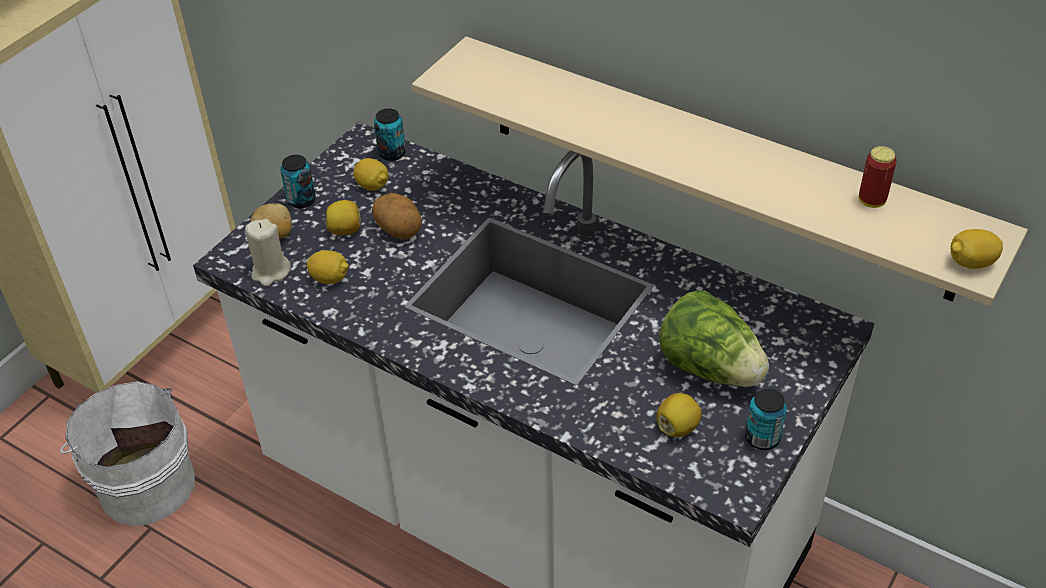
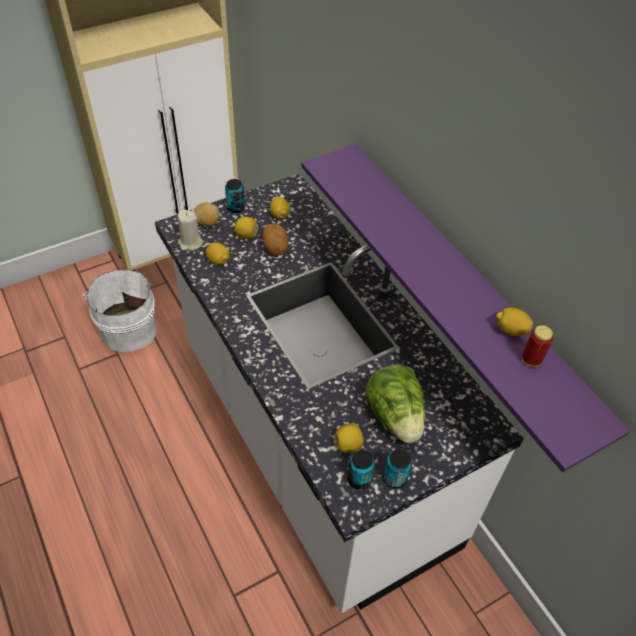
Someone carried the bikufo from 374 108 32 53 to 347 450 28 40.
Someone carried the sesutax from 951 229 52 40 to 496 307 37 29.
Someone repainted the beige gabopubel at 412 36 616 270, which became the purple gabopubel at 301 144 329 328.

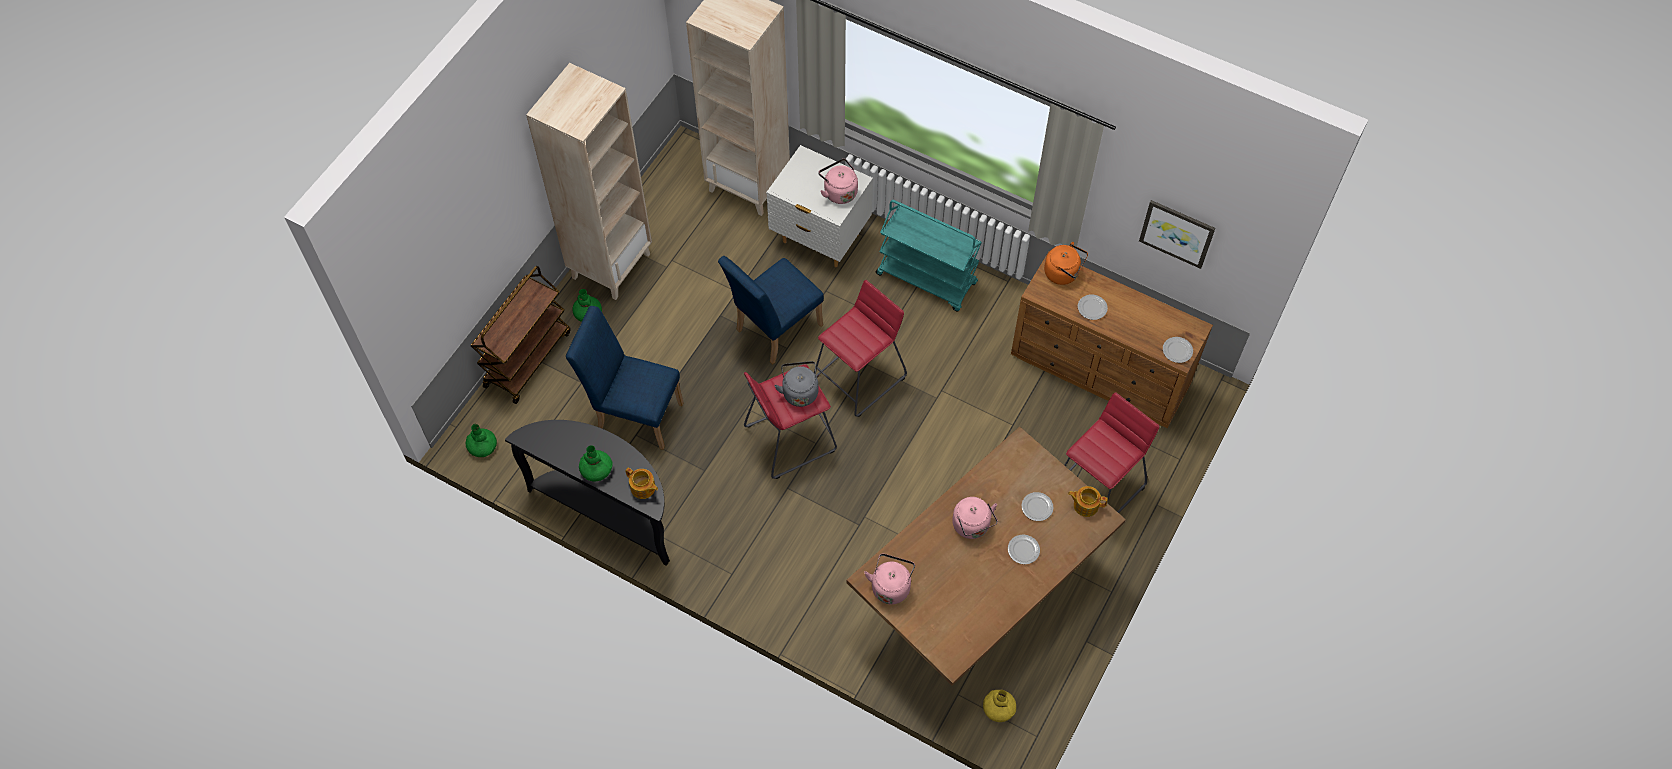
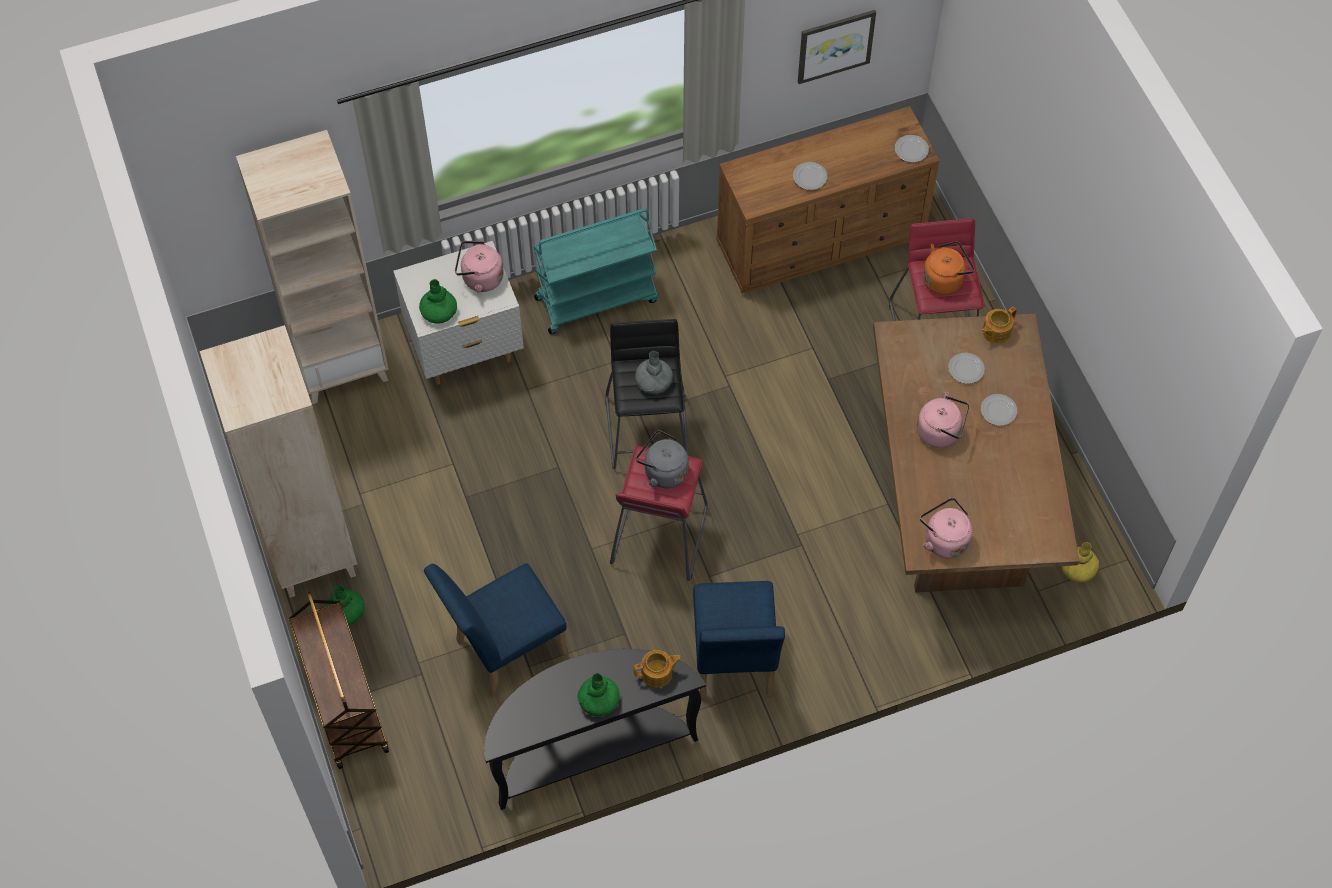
Someone put down the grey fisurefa at 635 351 38 43.
Someone carried the green fisurefa from 466 424 31 33 to 419 279 38 45.
Someone carried the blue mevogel from 718 256 106 108 to 693 581 92 118.
Someone carried the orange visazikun from 1044 242 44 43 to 923 241 52 54.
Someone repainted the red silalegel at 814 280 93 137, which became the black silalegel at 605 319 84 150.

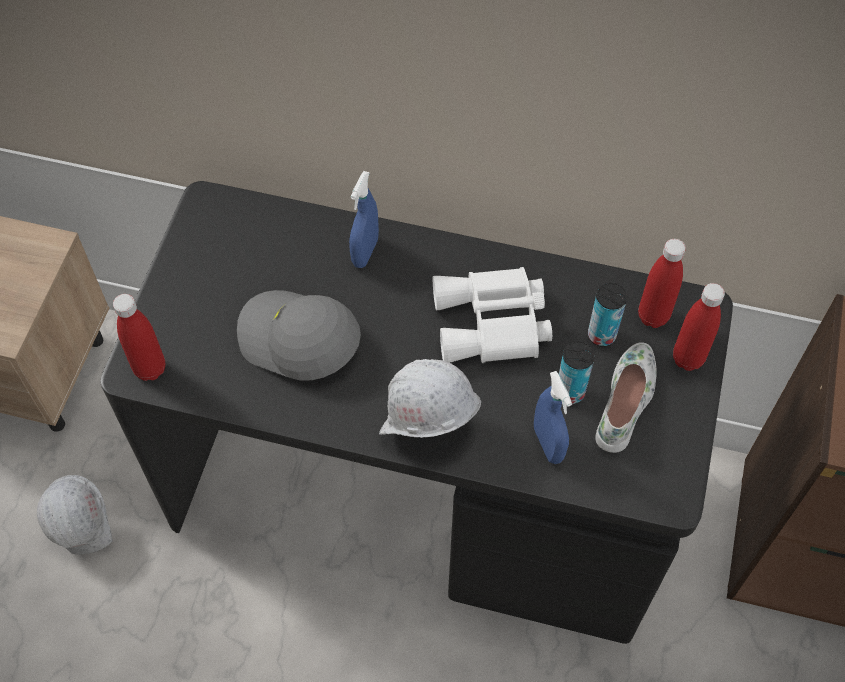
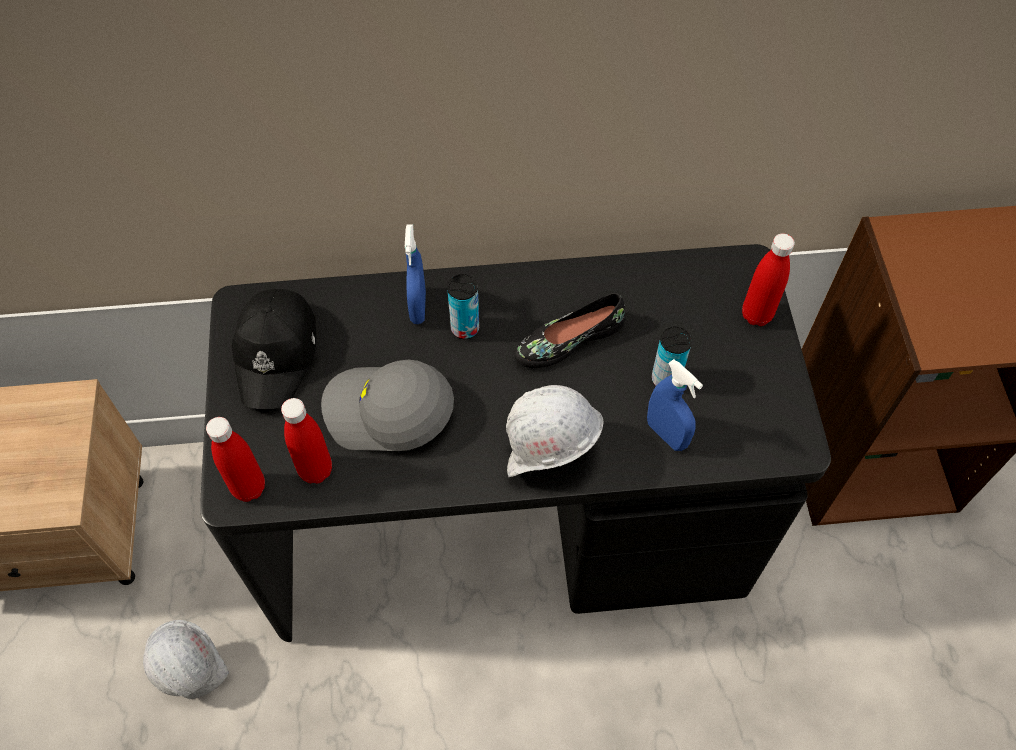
Someone took away the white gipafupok at 595 342 62 111.
Someone put down the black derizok at 232 289 84 120.
Someone carried the bikufo from 588 283 39 64 to 447 274 32 65.
Someone carried the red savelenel from 638 239 48 89 to 281 398 51 85.
Someone swapped the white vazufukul at 433 267 119 96 for the black gipafupok at 514 293 112 75.

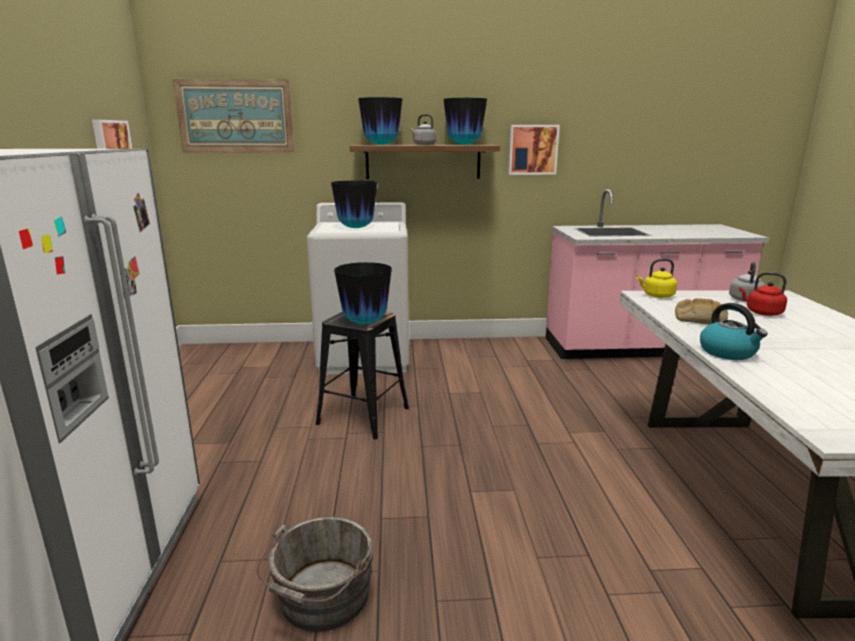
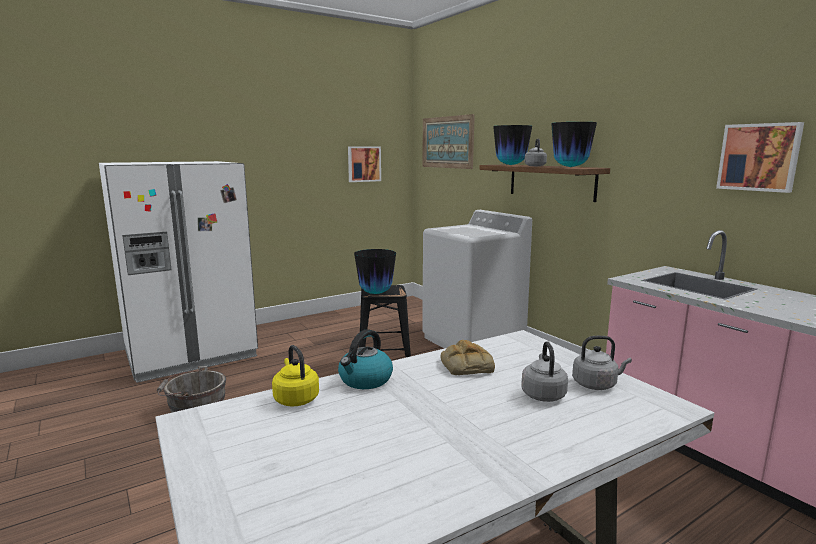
Someone took away the fisurefa at 331 180 46 48.
Someone carried the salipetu from 508 125 52 50 to 716 122 88 71.
Someone carried the yellow visazikun from 636 259 41 39 to 272 345 47 62.
Someone repainted the red visazikun at 739 272 48 44, which became the grey visazikun at 521 341 47 61.

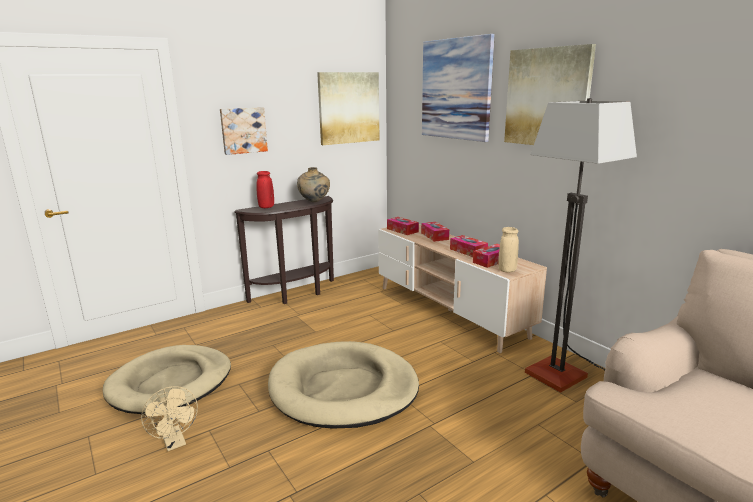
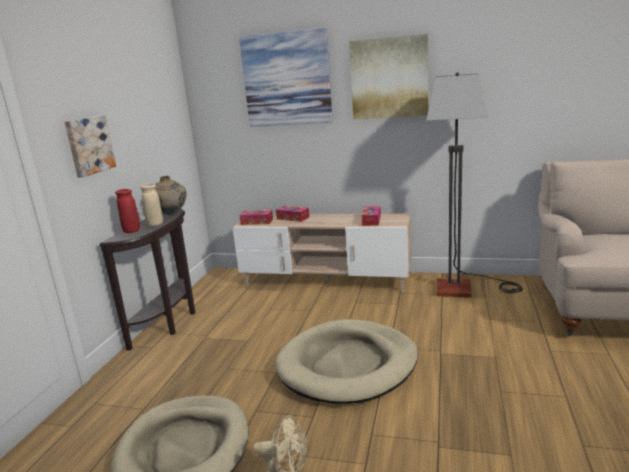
Someone took away the salipetu at 317 72 62 73.
Someone took away the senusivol at 450 235 38 22.
Someone carried the beige fisurefa from 498 227 21 46 to 140 184 23 42.

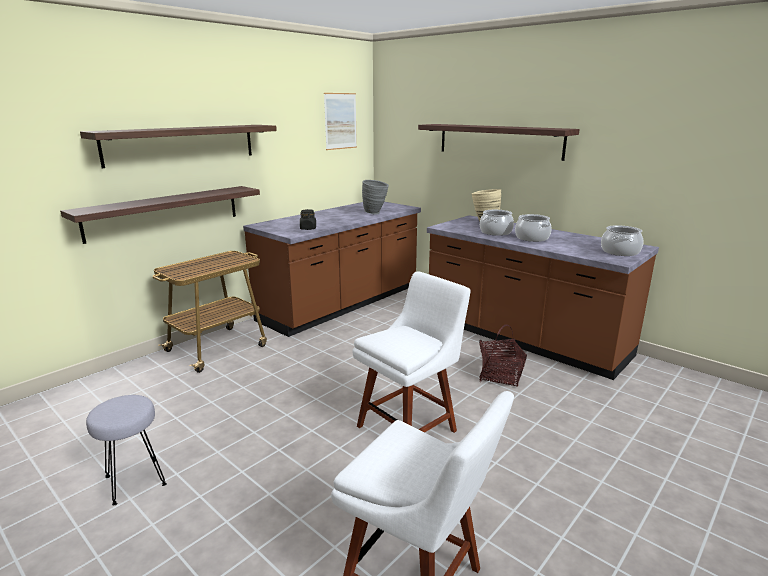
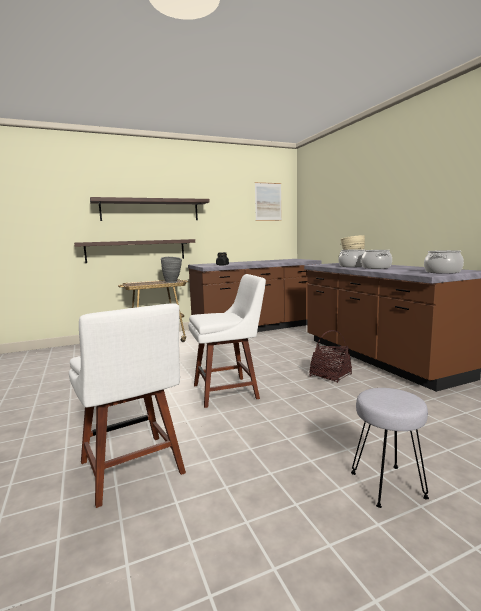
Someone took away the gabopubel at 418 124 162 37.
Someone carried the grey silalegel from 86 395 81 110 to 351 388 78 120.
Someone carried the grey fisurefa from 362 180 27 34 to 161 257 21 26.

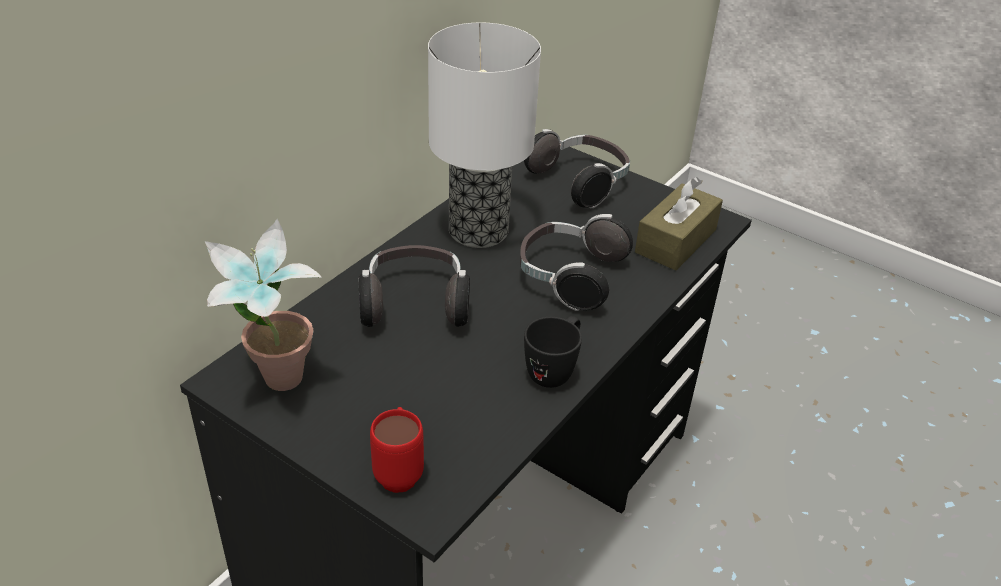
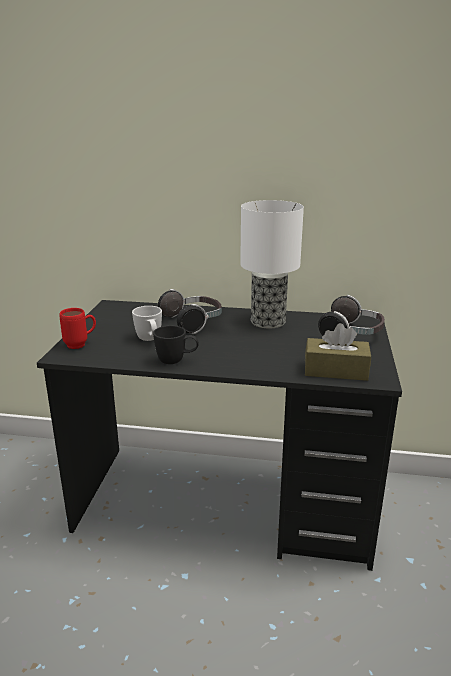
Someone took away the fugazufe at 205 219 117 172.
Someone took away the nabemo at 520 214 113 97.
Someone put down the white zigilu at 132 306 30 35.

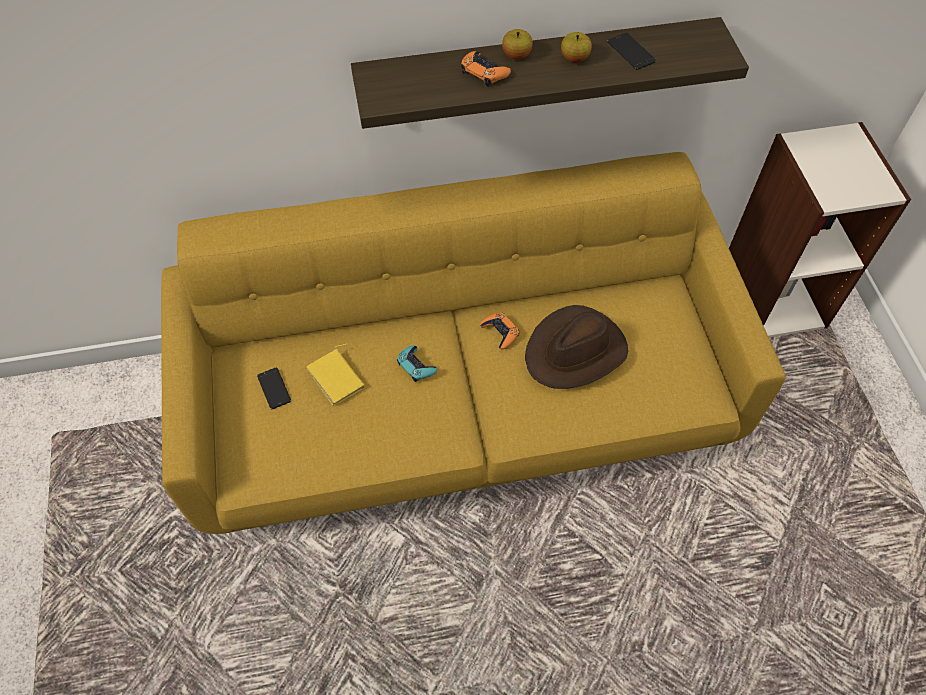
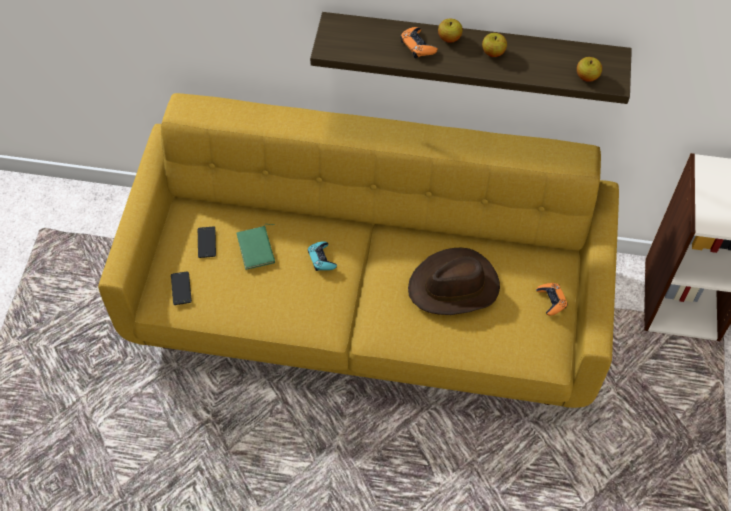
Someone put down the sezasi at 577 57 25 25.
Someone carried the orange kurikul from 480 312 39 37 to 536 283 32 33.
Someone carried the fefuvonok from 607 33 49 37 to 171 271 21 34.
Someone repainted the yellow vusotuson at 306 344 59 62, which became the green vusotuson at 236 224 39 46.

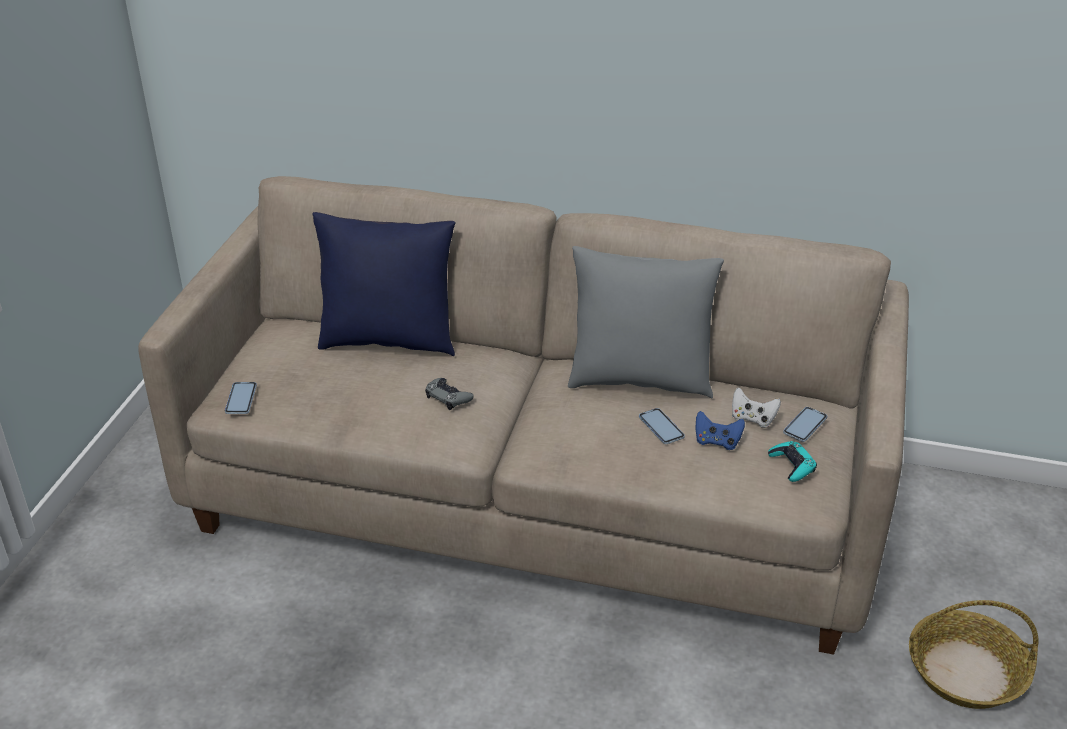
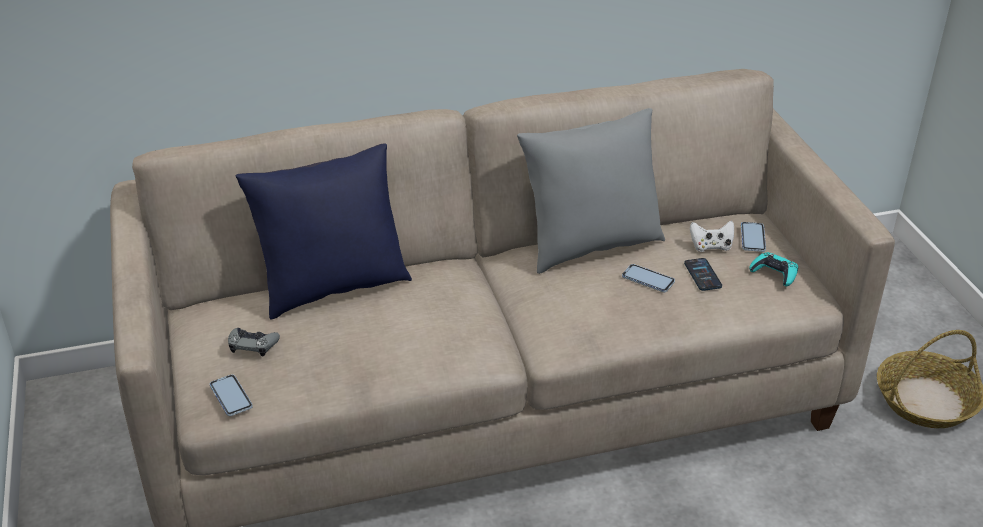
Someone carried the grey kurikul from 425 378 49 32 to 228 328 52 28.
Someone swapped the blue kurikul at 695 411 50 39 for the fefuvonok at 684 258 38 33.

